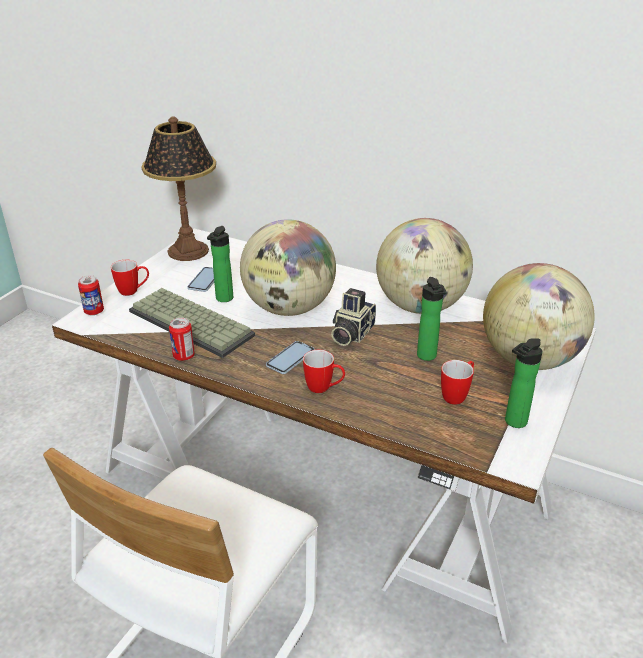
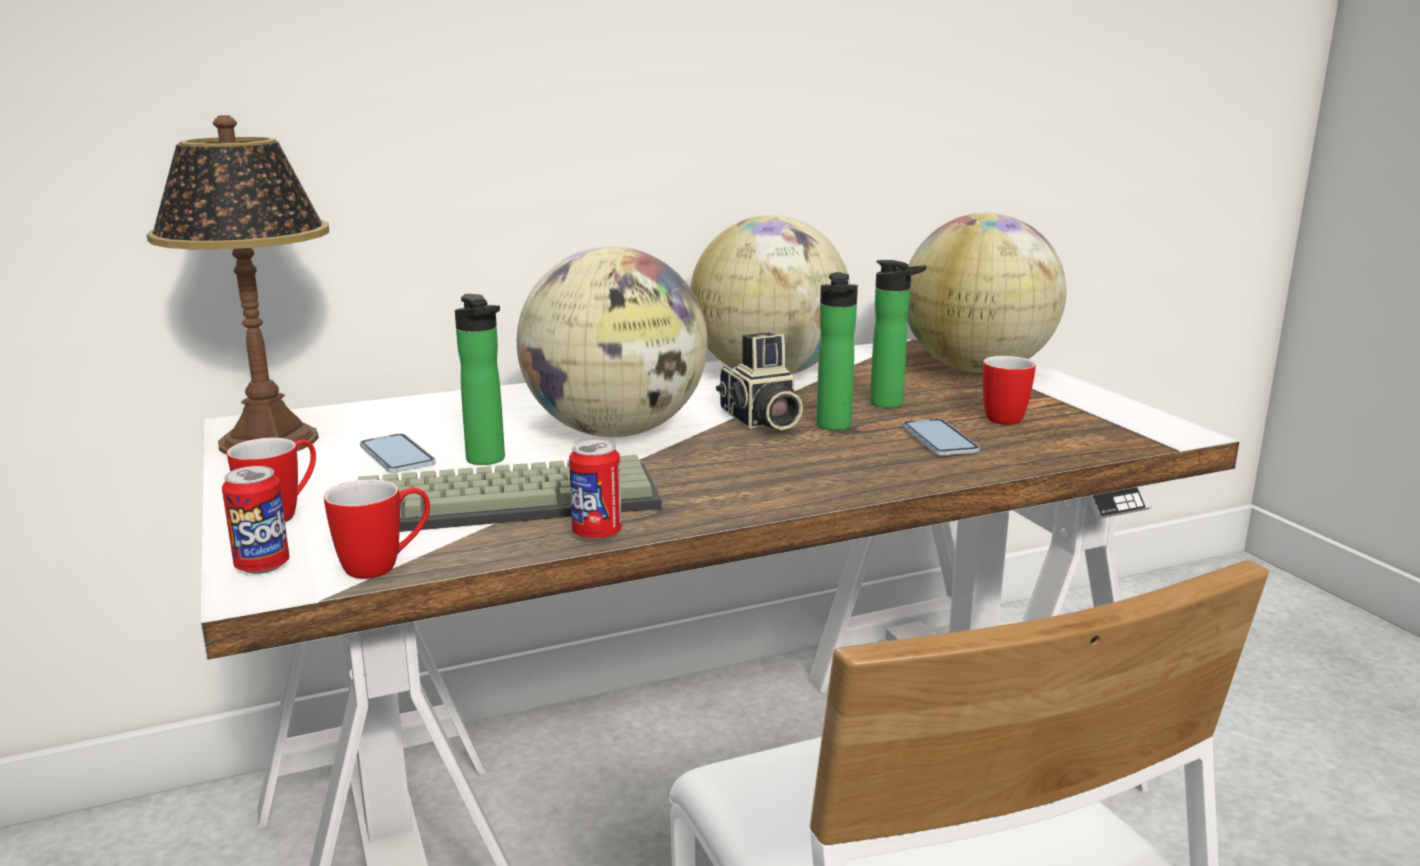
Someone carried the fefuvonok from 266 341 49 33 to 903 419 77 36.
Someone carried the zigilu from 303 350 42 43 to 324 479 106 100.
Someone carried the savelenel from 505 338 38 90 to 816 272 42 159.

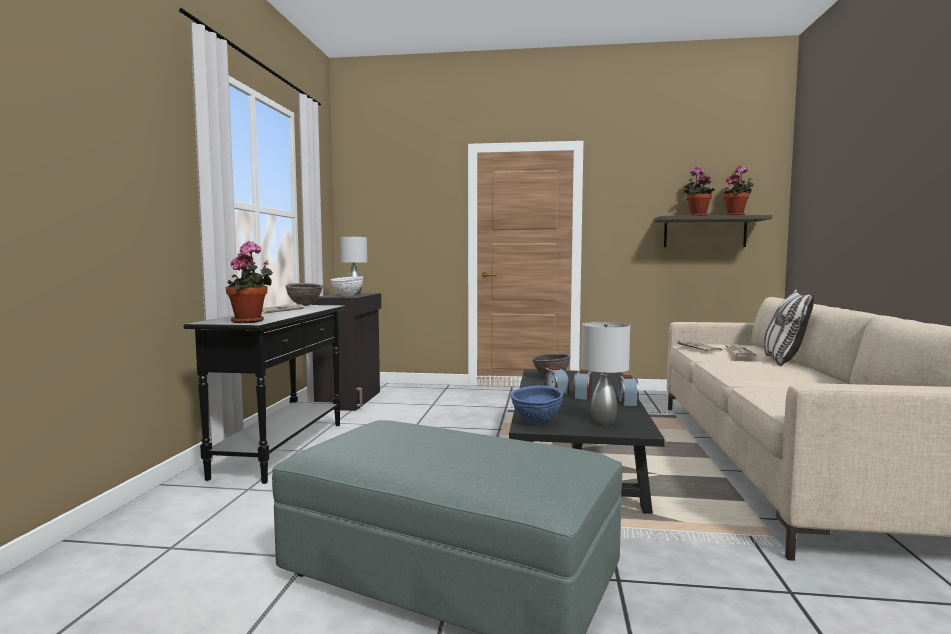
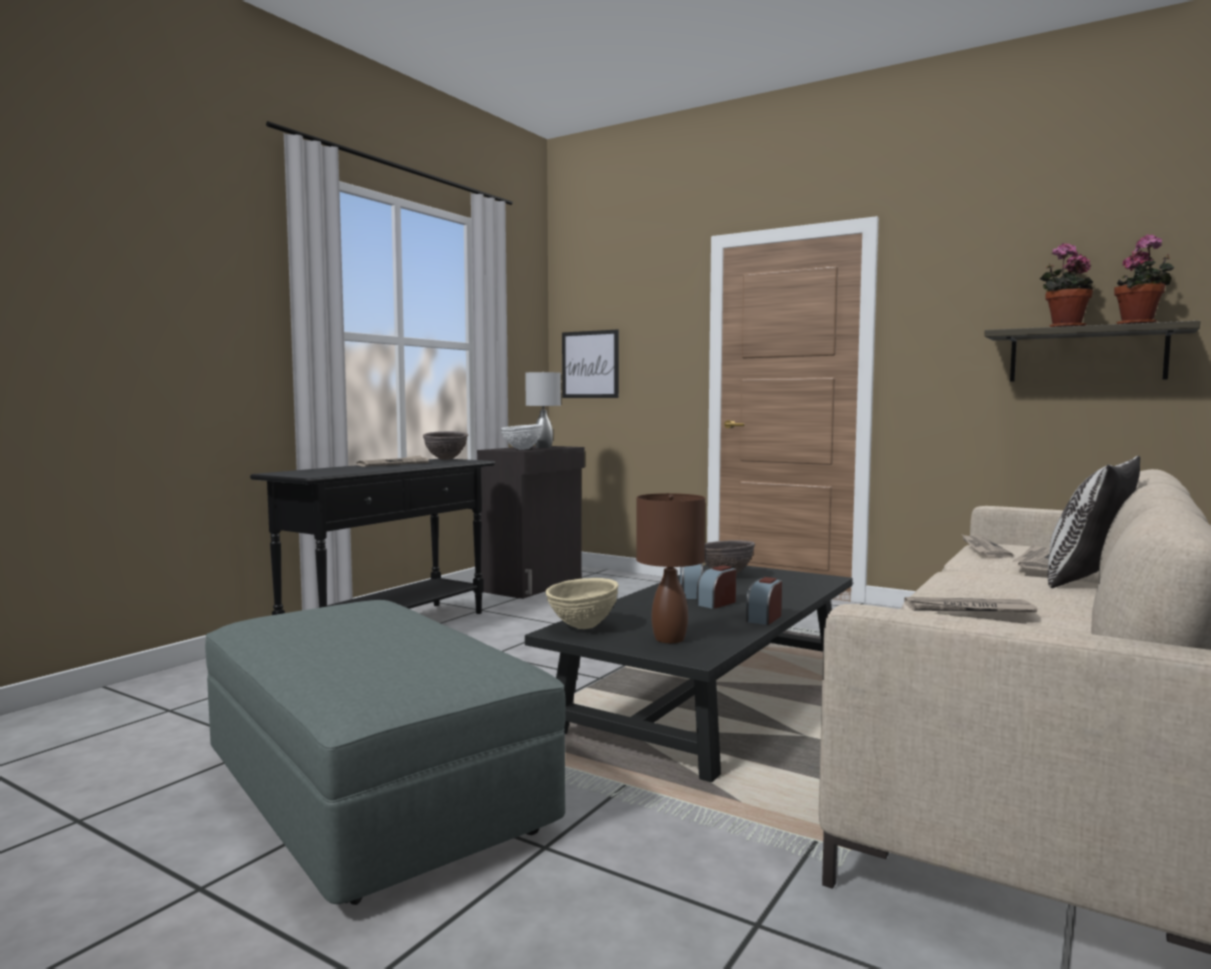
Someone took away the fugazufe at 226 241 47 82.
Someone put up the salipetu at 562 329 57 69.
Someone put down the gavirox at 904 597 133 15.
Someone repainted the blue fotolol at 511 385 52 39, which became the beige fotolol at 545 578 74 51.
Someone repainted the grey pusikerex at 581 322 49 103, which became the brown pusikerex at 636 493 69 150.

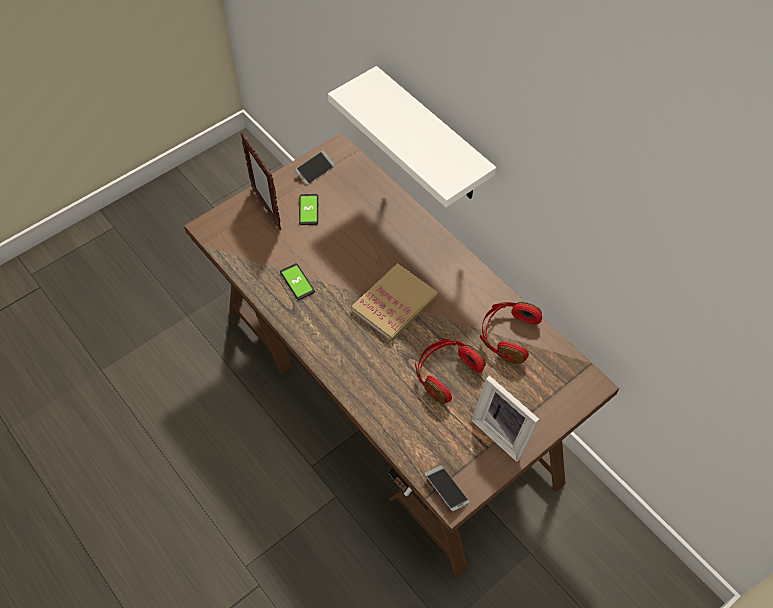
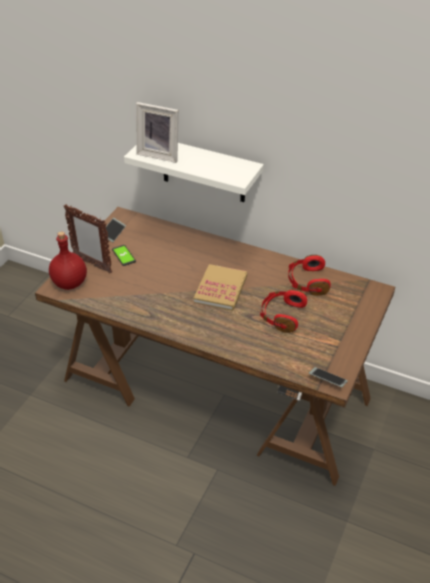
Someone took away the fefuvonok at 280 264 35 36.
Someone put down the red savelenel at 49 232 38 58.
Someone carried the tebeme from 471 376 69 86 to 136 102 43 61.

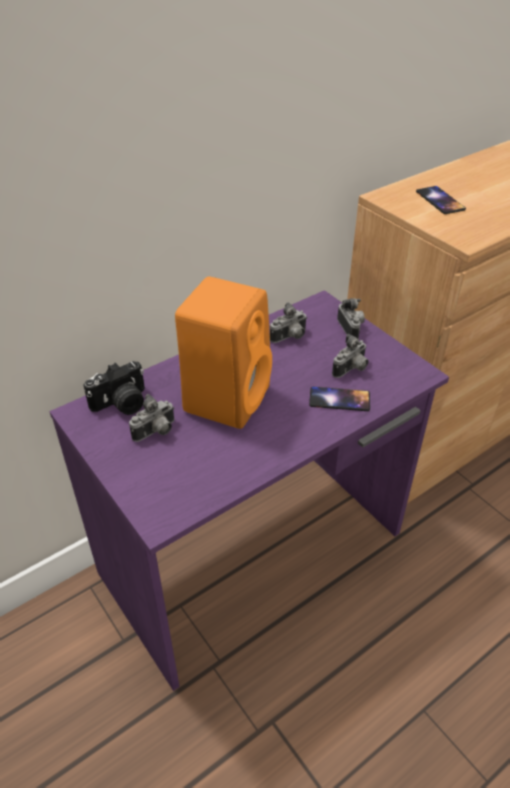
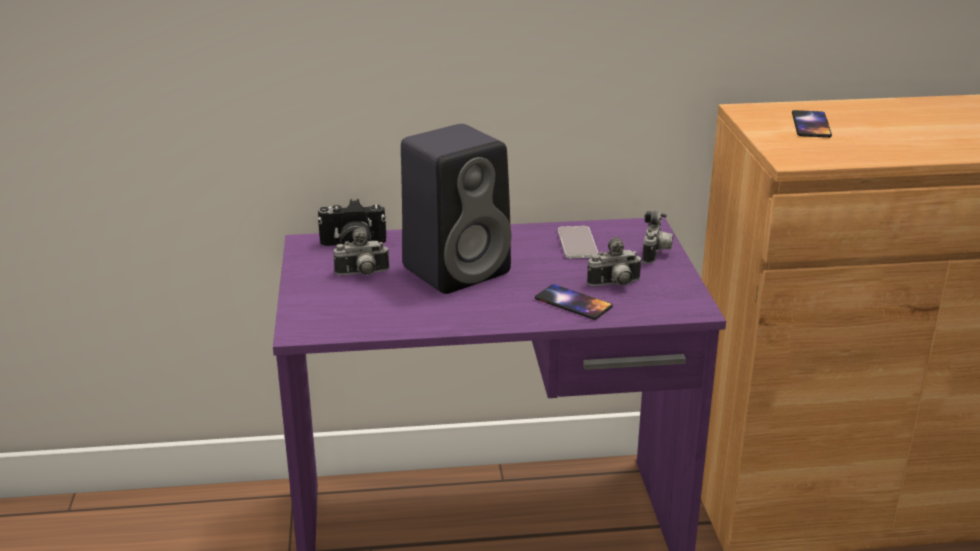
Someone swapped the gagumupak at 270 302 37 41 for the fefuvonok at 558 226 40 33.
Someone repainted the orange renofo at 175 277 97 152, which became the black renofo at 401 124 110 170.

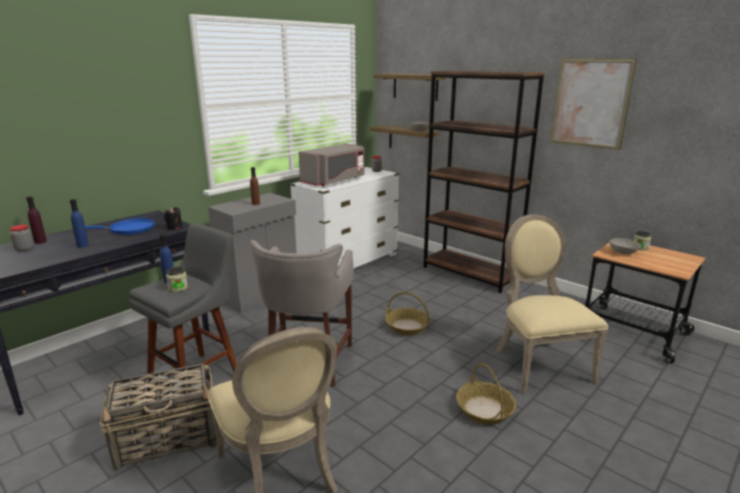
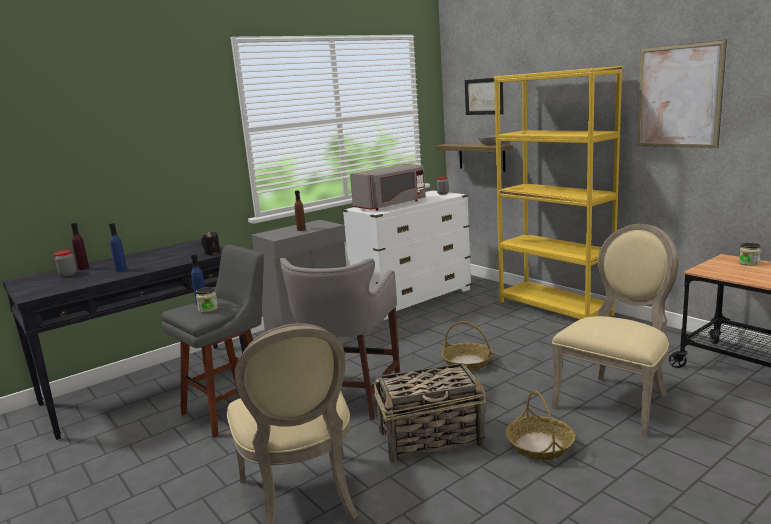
Someone took away the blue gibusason at 85 218 70 17.
Someone took away the grey fotolol at 609 238 32 16.
Someone carried the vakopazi from 100 364 117 107 to 374 363 113 100.
Someone swapped the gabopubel at 374 73 72 28 for the salipetu at 465 78 38 37.
Someone repainted the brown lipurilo at 423 71 122 222, which became the yellow lipurilo at 494 66 129 253.
Someone rotated the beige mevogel at 496 214 112 180 by 45 degrees clockwise.

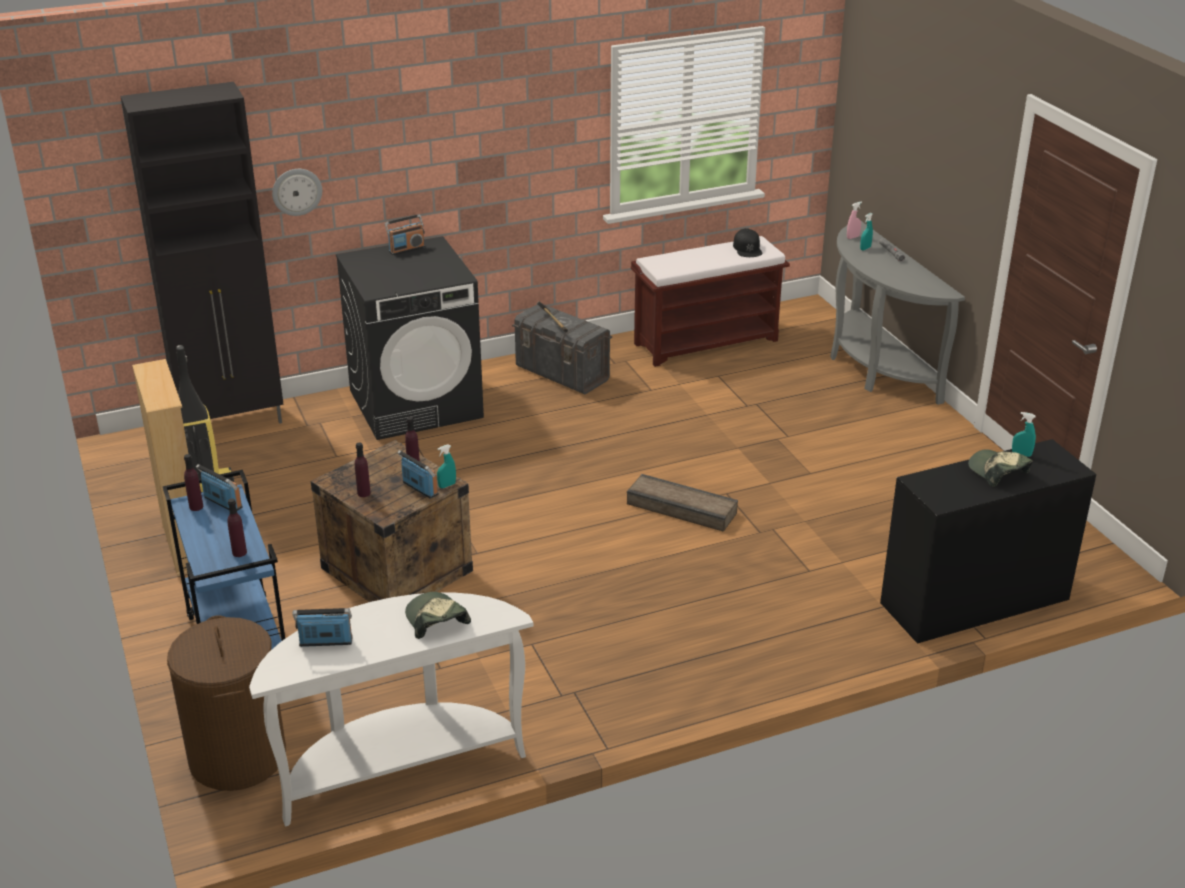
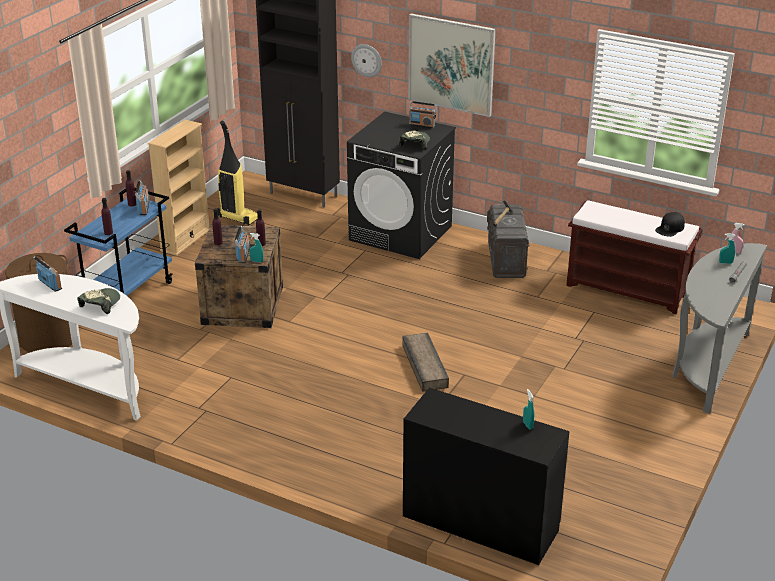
Someone put up the salipetu at 408 13 88 104.
Someone carried the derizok from 968 449 65 38 to 398 131 32 19.

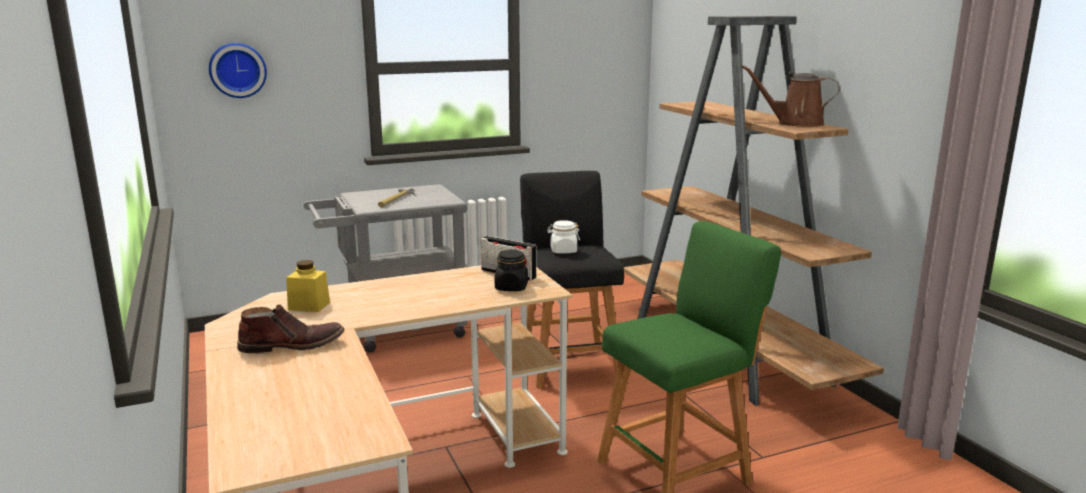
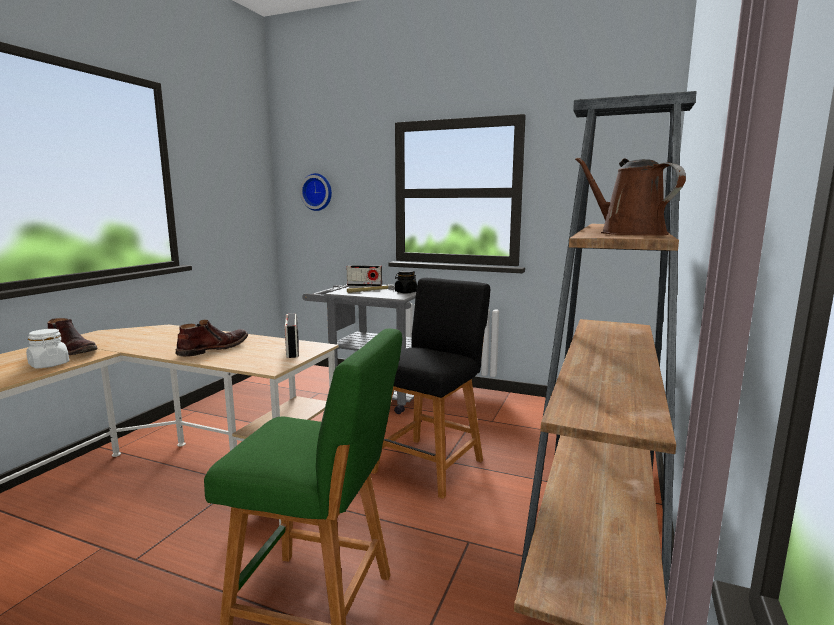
Someone took away the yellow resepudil at 286 260 44 52.
Someone put down the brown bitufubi at 175 320 73 37.
Someone put down the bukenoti at 347 265 35 21.
Someone carried the black resepudil from 495 250 33 41 to 395 270 22 24.
Someone carried the white resepudil from 547 220 33 34 to 26 329 43 39.

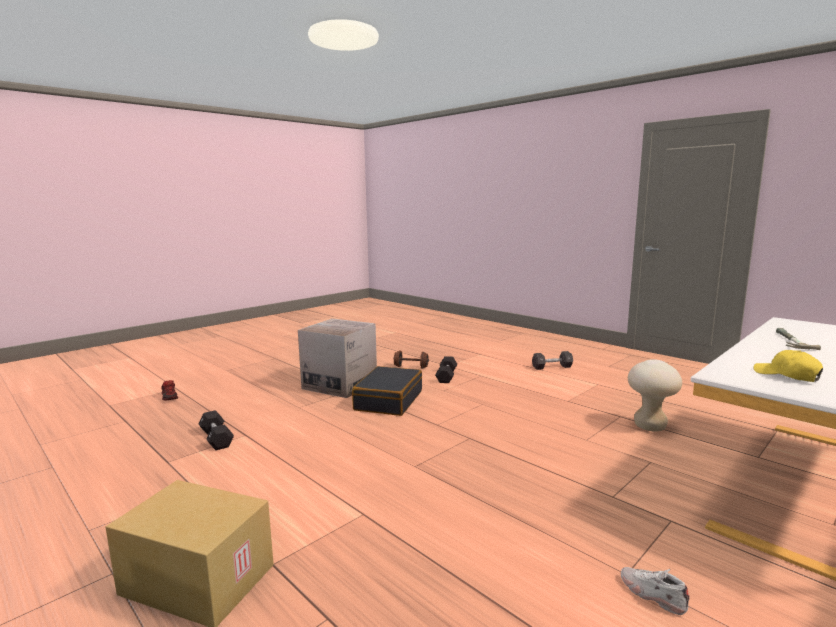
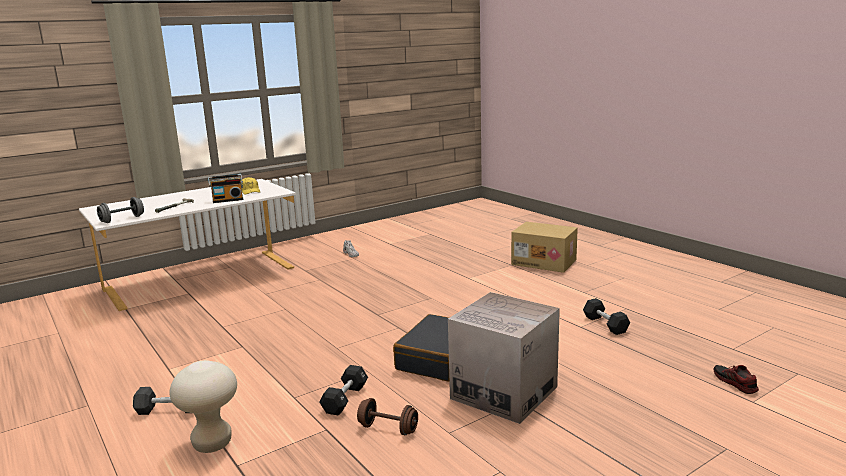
Someone put down the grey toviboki at 97 197 47 26.
Someone put down the bukenoti at 208 174 35 29.
Someone carried the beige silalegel from 628 359 54 72 to 170 360 67 93.

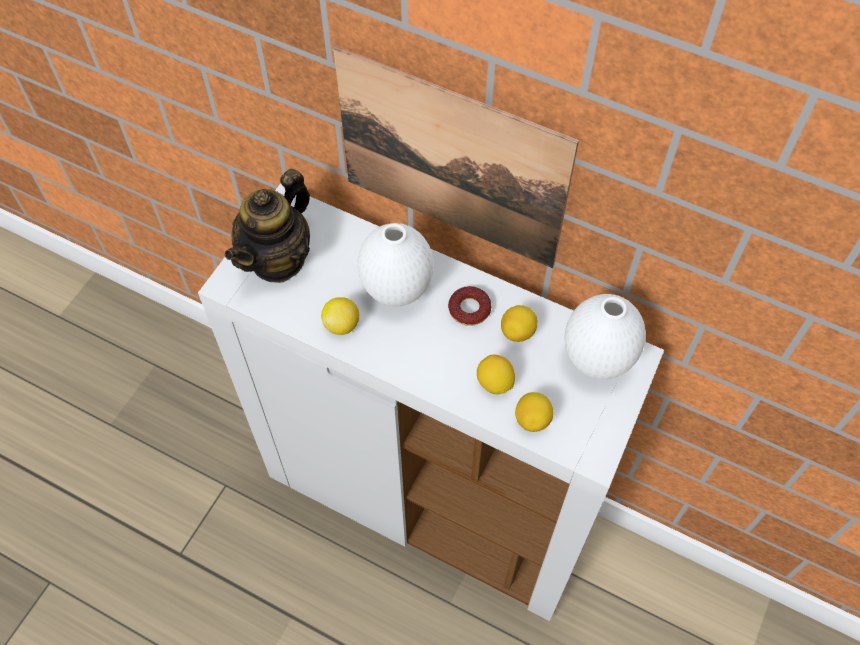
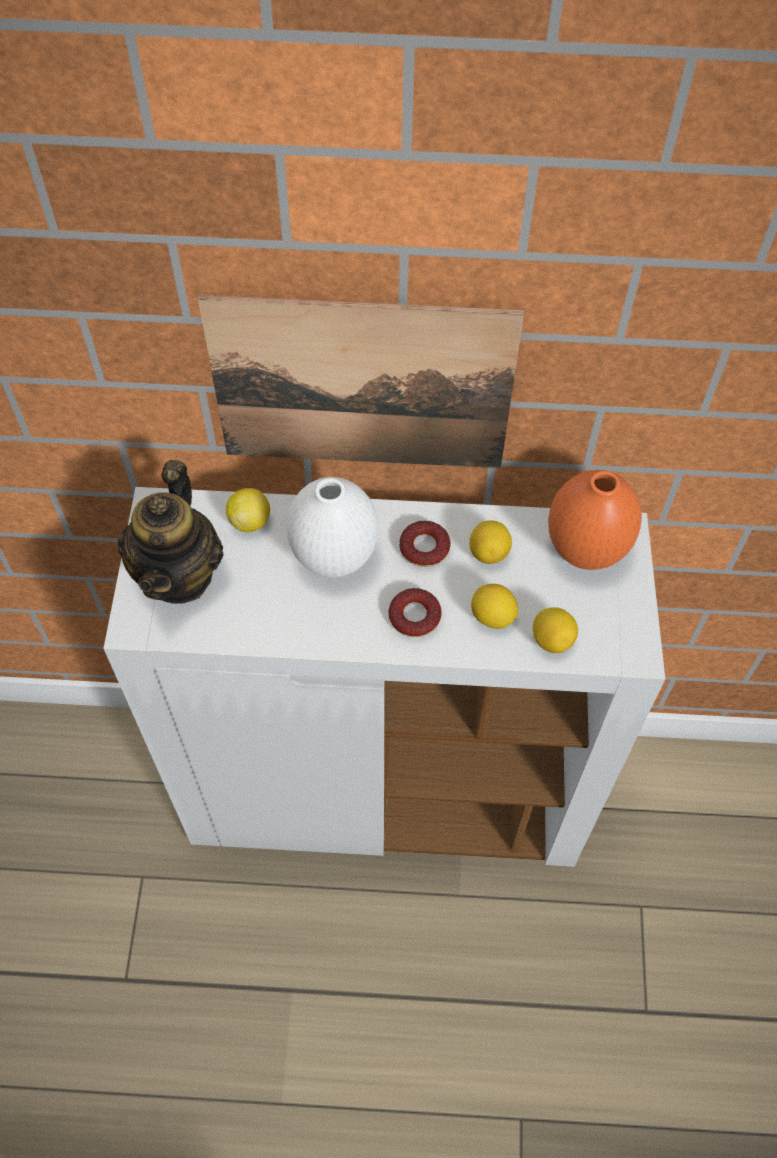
Someone put down the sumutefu at 388 588 54 49.
Someone carried the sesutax from 321 297 38 38 to 226 488 44 44.
Someone repainted the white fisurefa at 564 294 82 85, which became the orange fisurefa at 548 470 94 100.

